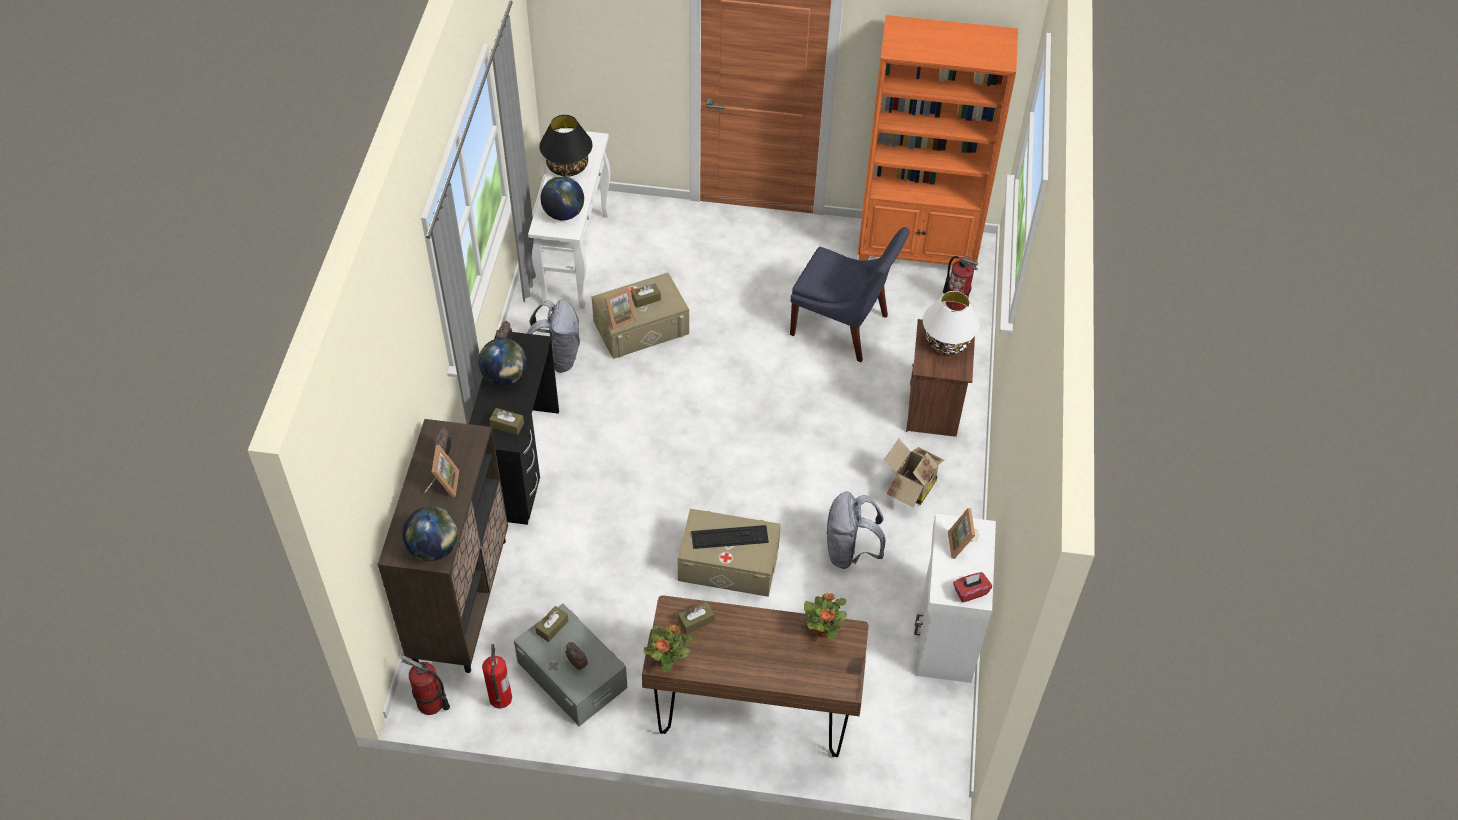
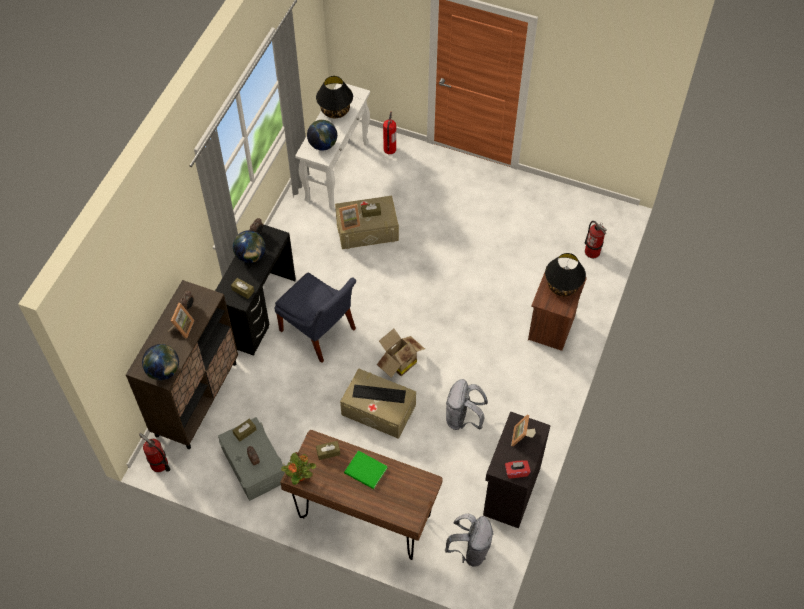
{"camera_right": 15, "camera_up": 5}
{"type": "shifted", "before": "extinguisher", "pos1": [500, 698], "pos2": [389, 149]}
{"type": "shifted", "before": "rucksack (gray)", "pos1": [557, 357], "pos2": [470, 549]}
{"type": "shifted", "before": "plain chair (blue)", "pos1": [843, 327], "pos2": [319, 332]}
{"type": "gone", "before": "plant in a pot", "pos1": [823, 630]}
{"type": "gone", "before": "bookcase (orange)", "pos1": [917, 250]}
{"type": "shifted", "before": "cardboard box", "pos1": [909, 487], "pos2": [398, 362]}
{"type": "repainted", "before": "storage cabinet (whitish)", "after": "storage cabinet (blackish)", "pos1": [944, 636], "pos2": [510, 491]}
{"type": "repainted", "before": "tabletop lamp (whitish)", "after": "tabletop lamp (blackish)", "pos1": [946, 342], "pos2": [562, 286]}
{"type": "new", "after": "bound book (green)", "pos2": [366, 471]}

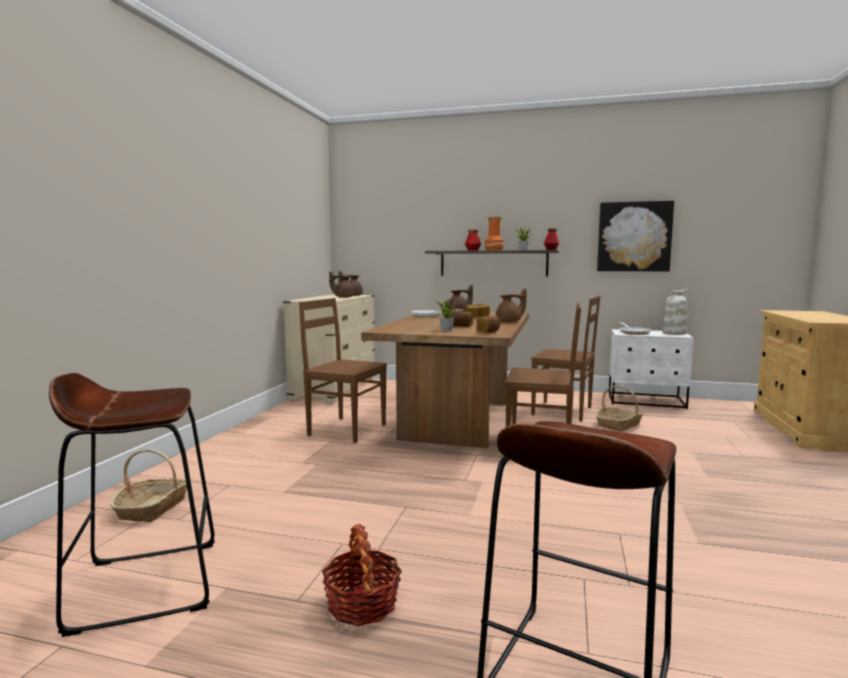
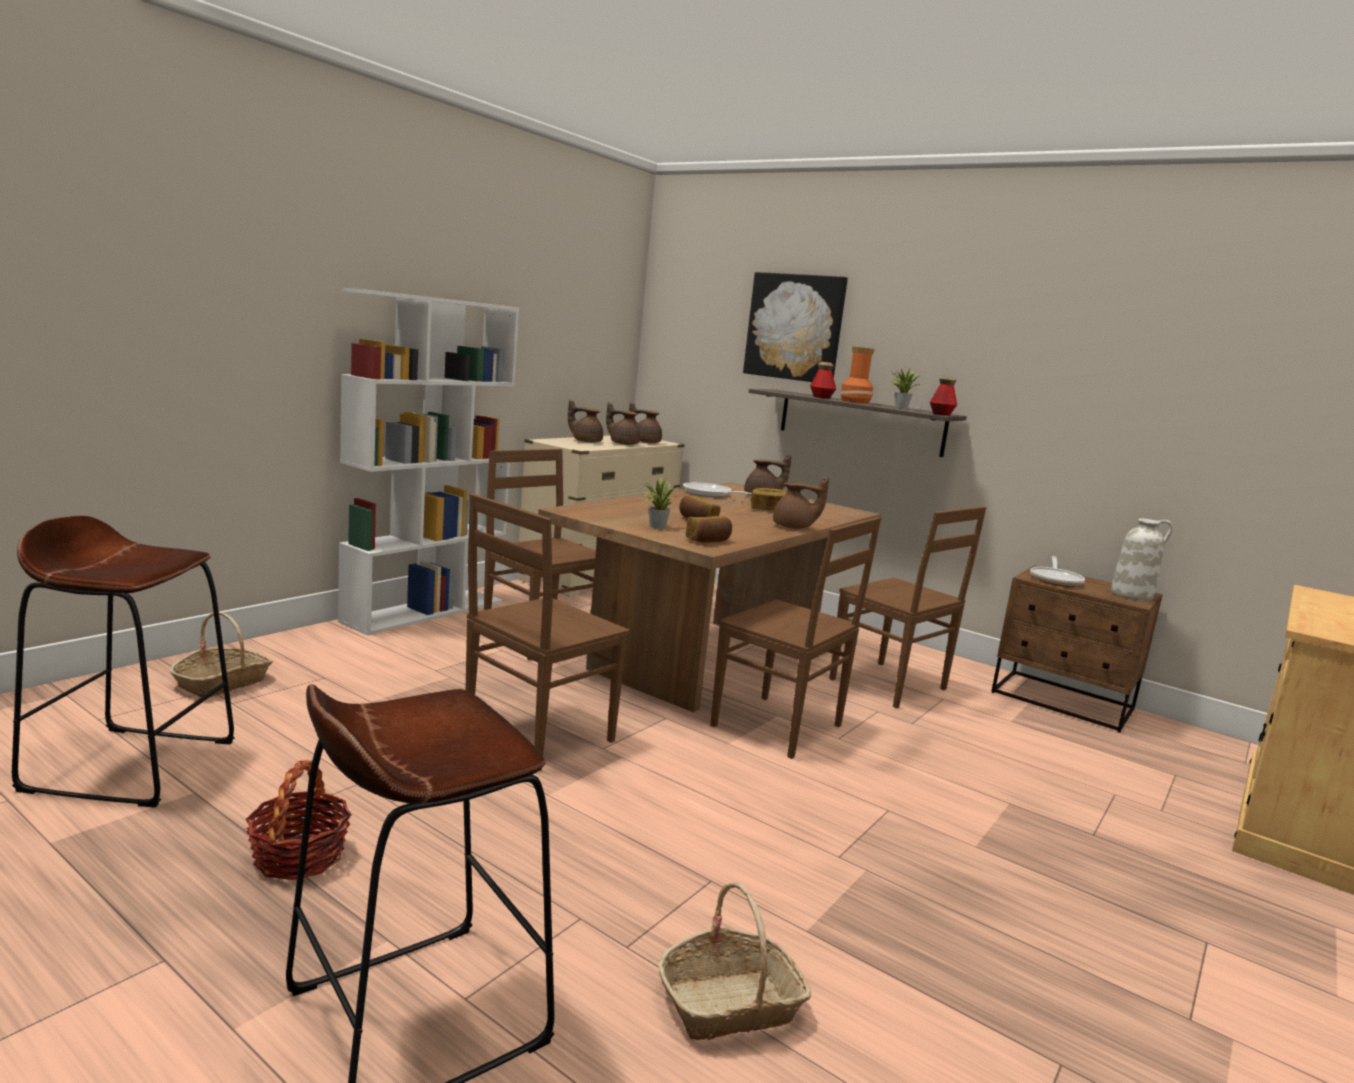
{"camera_right": 20, "camera_up": 5}
{"type": "shifted", "before": "storage basket", "pos1": [619, 425], "pos2": [730, 1004]}
{"type": "shifted", "before": "picture", "pos1": [634, 236], "pos2": [794, 327]}
{"type": "repainted", "before": "bedside table (whitish)", "after": "bedside table (brown-coloured)", "pos1": [646, 401], "pos2": [1062, 702]}
{"type": "new", "after": "bookcase (whitish)", "pos2": [424, 611]}
{"type": "new", "after": "plain chair (brown-coloured)", "pos2": [535, 735]}
{"type": "new", "after": "teapot (brown-coloured)", "pos2": [586, 441]}

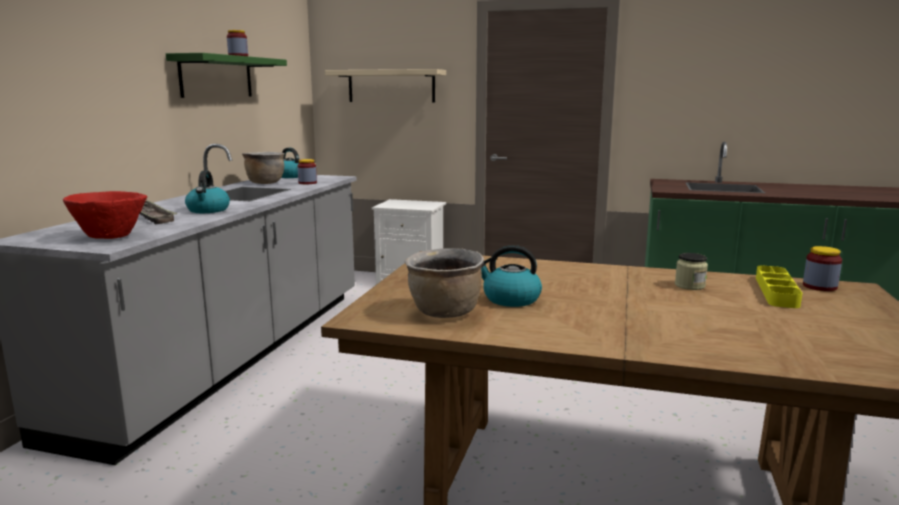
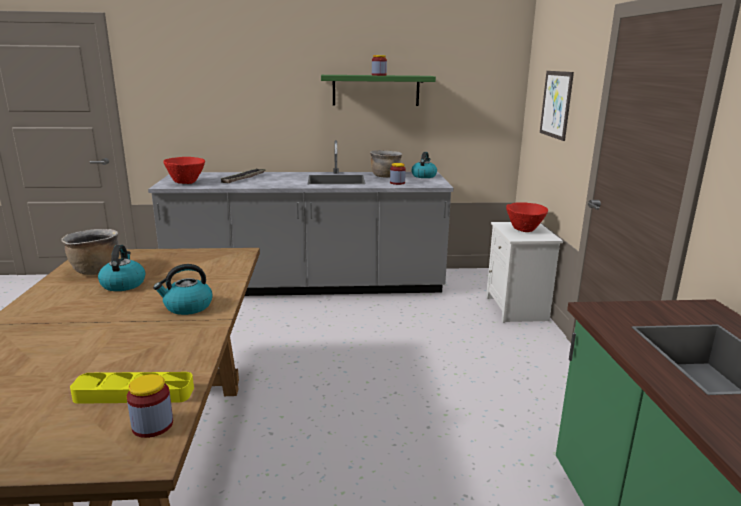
{"camera_right": 70, "camera_up": 5}
{"type": "shifted", "before": "tea kettle", "pos1": [208, 210], "pos2": [187, 307]}
{"type": "swapped", "before": "shelf (beige)", "after": "picture", "pos1": [391, 86], "pos2": [556, 104]}
{"type": "gone", "before": "jar", "pos1": [689, 285]}
{"type": "new", "after": "bowl (red)", "pos2": [524, 230]}

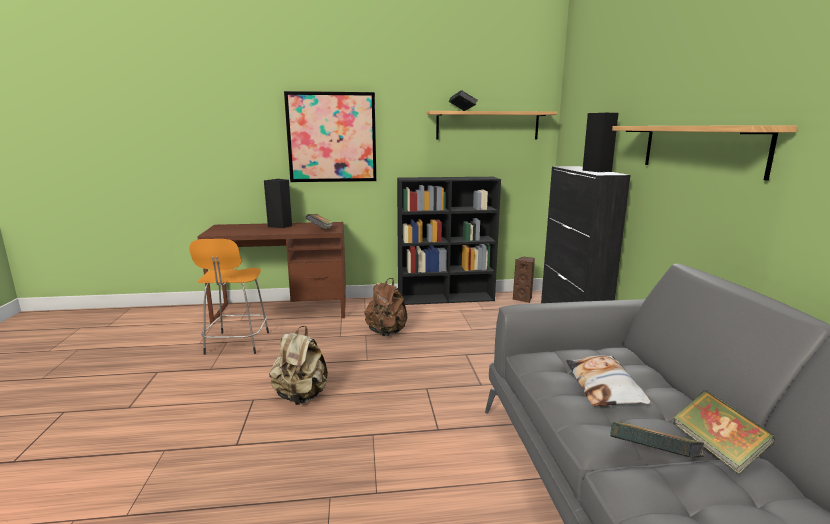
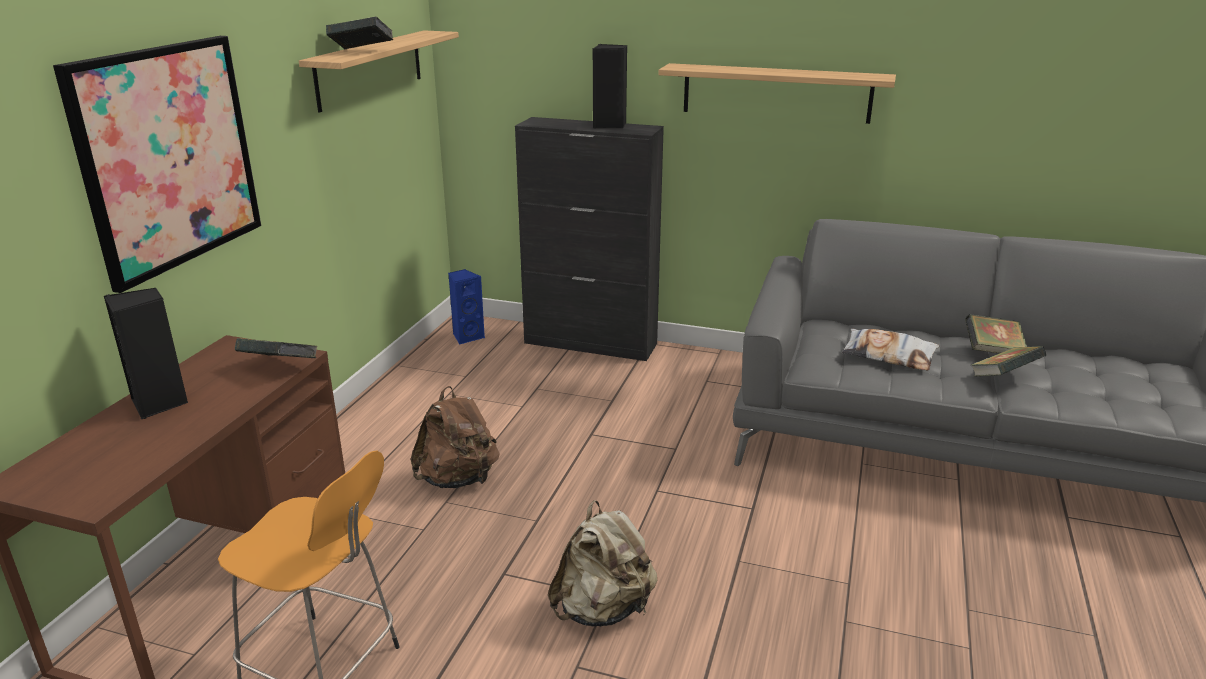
{"camera_right": -65, "camera_up": 10}
{"type": "gone", "before": "bookcase (blackish)", "pos1": [446, 298]}
{"type": "repainted", "before": "audio speaker (brown-coloured)", "after": "audio speaker (blue)", "pos1": [523, 299], "pos2": [467, 336]}

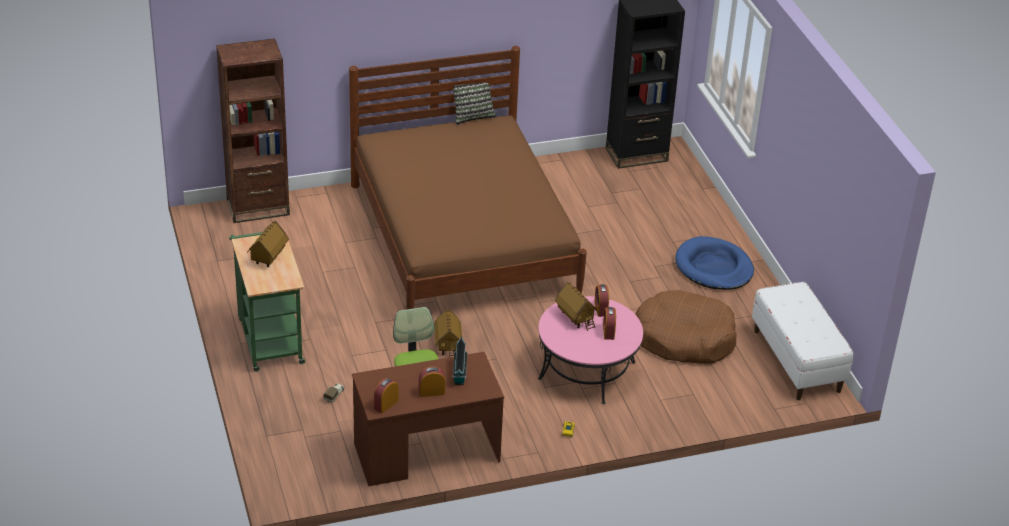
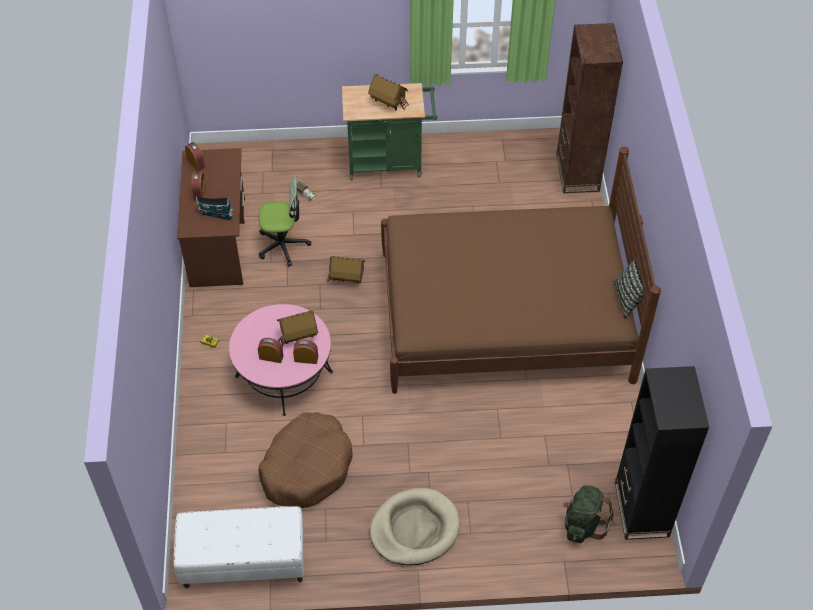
{"camera_right": 105, "camera_up": 15}
{"type": "repainted", "before": "dog bed (blue)", "after": "dog bed (beige)", "pos1": [713, 267], "pos2": [414, 529]}
{"type": "new", "after": "rucksack (green)", "pos2": [583, 524]}

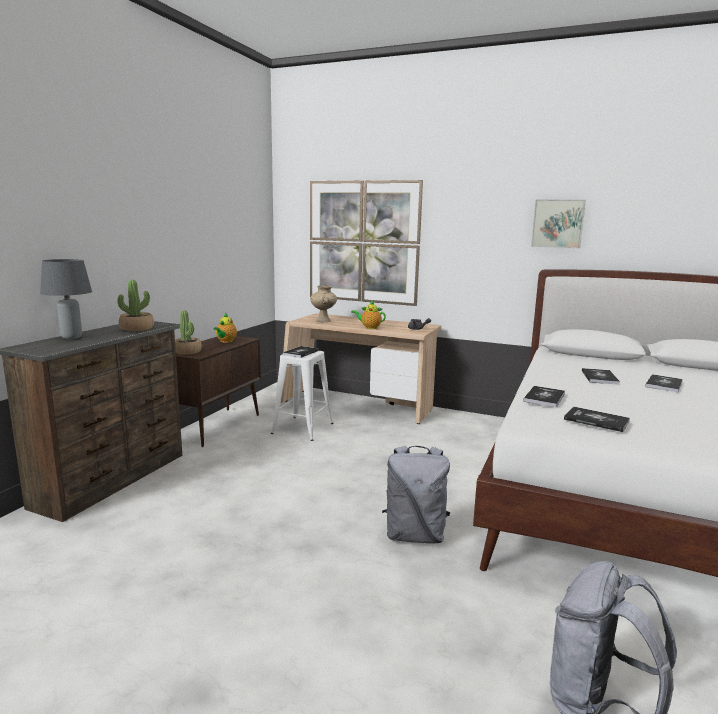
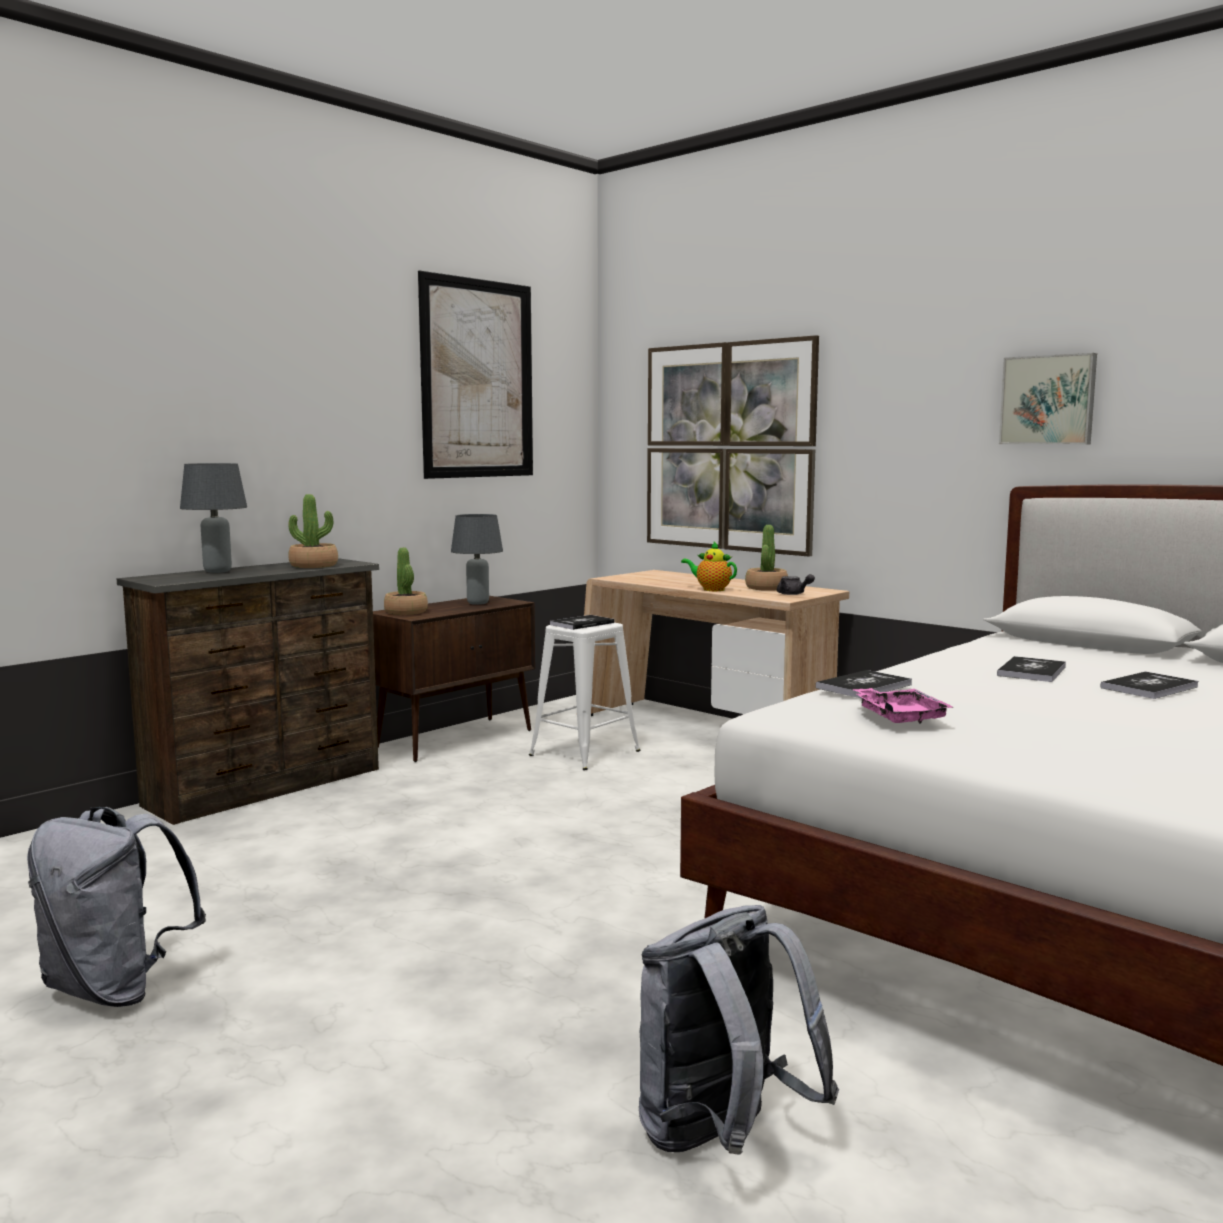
{"camera_right": 20, "camera_up": -5}
{"type": "swapped", "before": "teapot", "after": "tabletop lamp (gray)", "pos1": [225, 341], "pos2": [478, 603]}
{"type": "gone", "before": "flower vase (beige)", "pos1": [323, 321]}
{"type": "shifted", "before": "rucksack (gray)", "pos1": [415, 535], "pos2": [116, 988]}
{"type": "swapped", "before": "bound book", "after": "tray (pink-coloured)", "pos1": [596, 420], "pos2": [899, 716]}
{"type": "new", "after": "picture", "pos2": [478, 379]}
{"type": "new", "after": "plant in a pot", "pos2": [766, 588]}

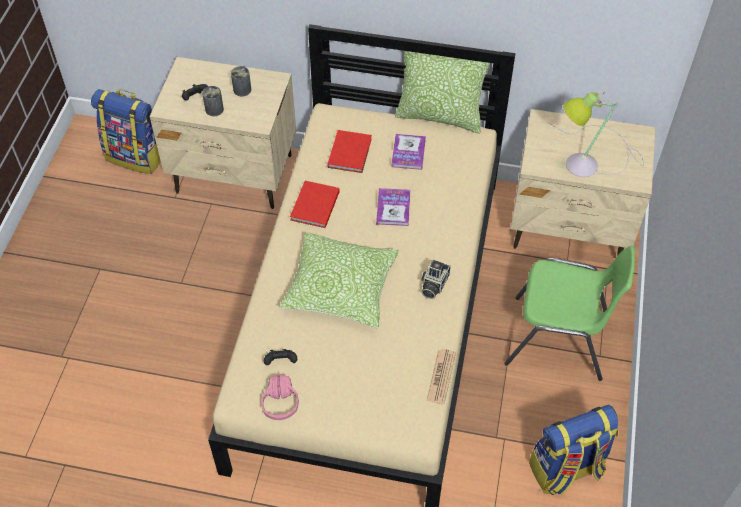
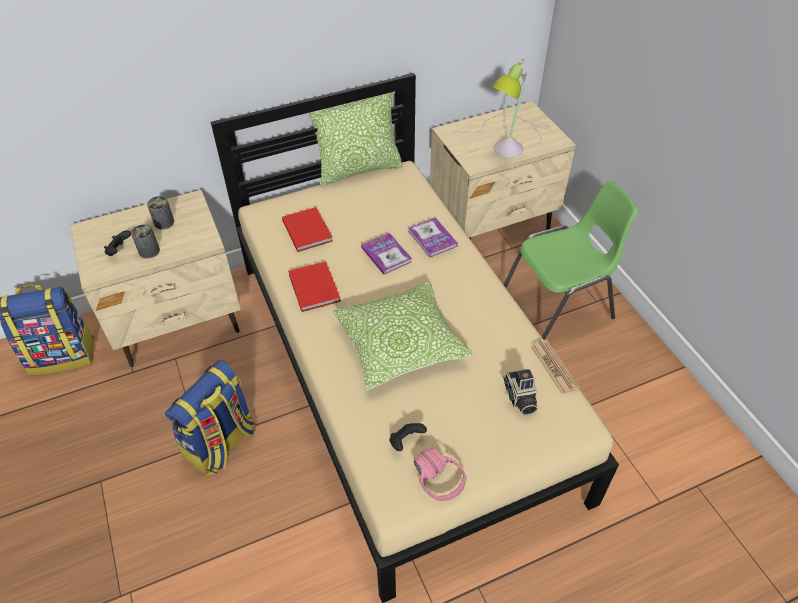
{"camera_right": -35, "camera_up": -5}
{"type": "shifted", "before": "bound book", "pos1": [408, 153], "pos2": [432, 238]}
{"type": "shifted", "before": "still camera", "pos1": [433, 285], "pos2": [519, 398]}
{"type": "shifted", "before": "rucksack", "pos1": [566, 469], "pos2": [221, 444]}

